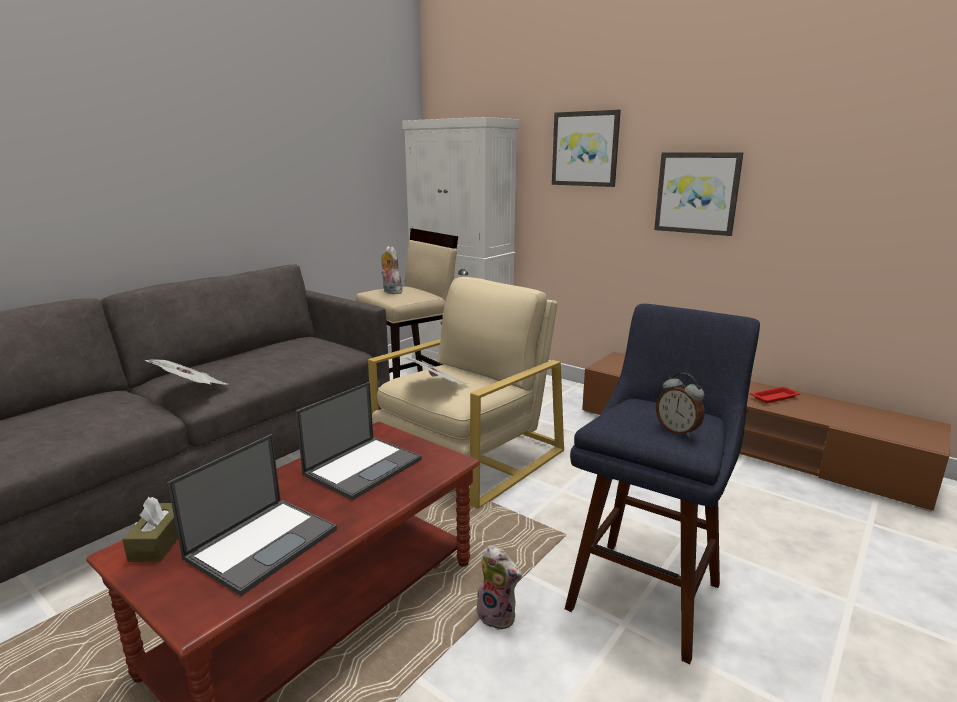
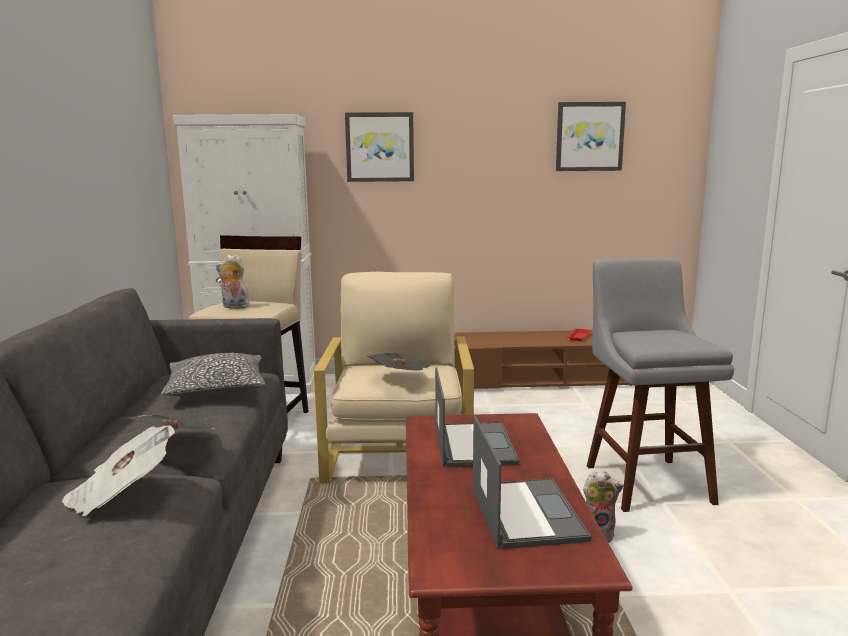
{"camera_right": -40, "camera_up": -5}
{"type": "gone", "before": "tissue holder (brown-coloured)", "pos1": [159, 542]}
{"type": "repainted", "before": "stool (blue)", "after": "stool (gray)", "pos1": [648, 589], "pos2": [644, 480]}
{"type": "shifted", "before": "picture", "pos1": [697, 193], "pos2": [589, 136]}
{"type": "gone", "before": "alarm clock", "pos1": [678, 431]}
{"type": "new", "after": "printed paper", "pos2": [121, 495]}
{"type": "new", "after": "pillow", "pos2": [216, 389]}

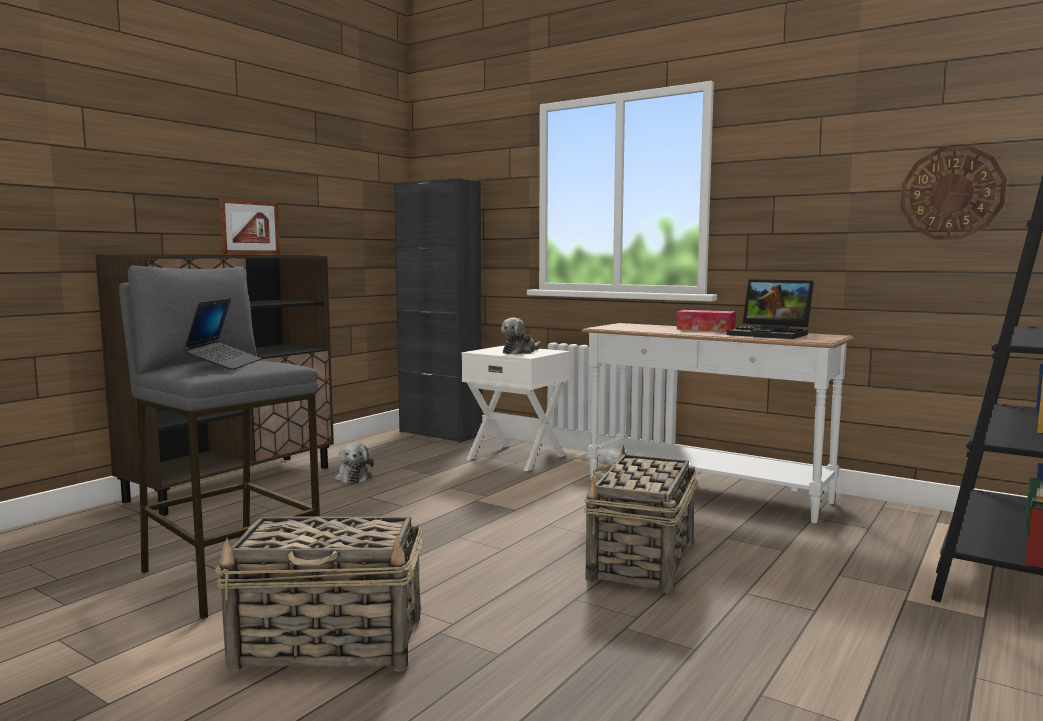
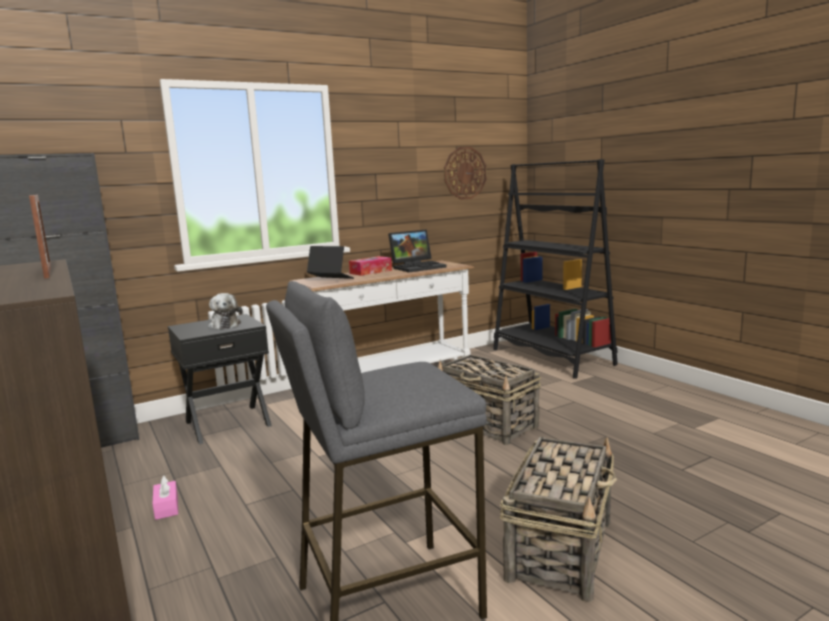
{"camera_right": -65, "camera_up": 5}
{"type": "shifted", "before": "portable computer", "pos1": [224, 364], "pos2": [330, 280]}
{"type": "swapped", "before": "plush toy", "after": "tissue holder (pink-coloured)", "pos1": [353, 477], "pos2": [166, 507]}
{"type": "repainted", "before": "bedside table (whitish)", "after": "bedside table (blackish)", "pos1": [517, 457], "pos2": [227, 423]}

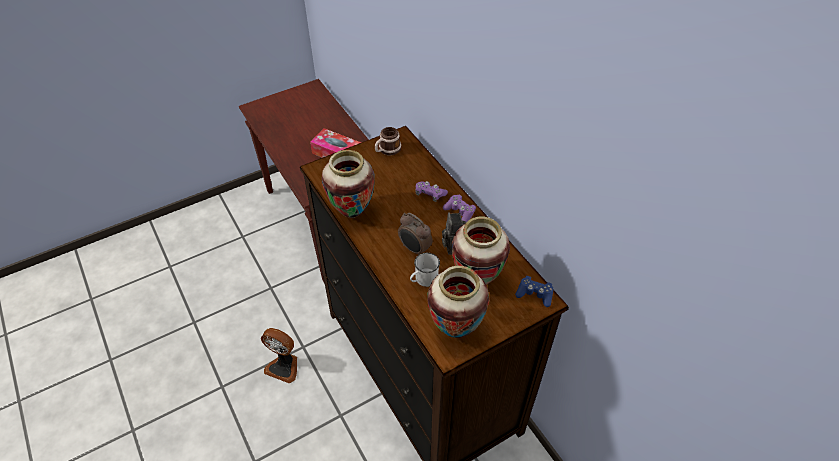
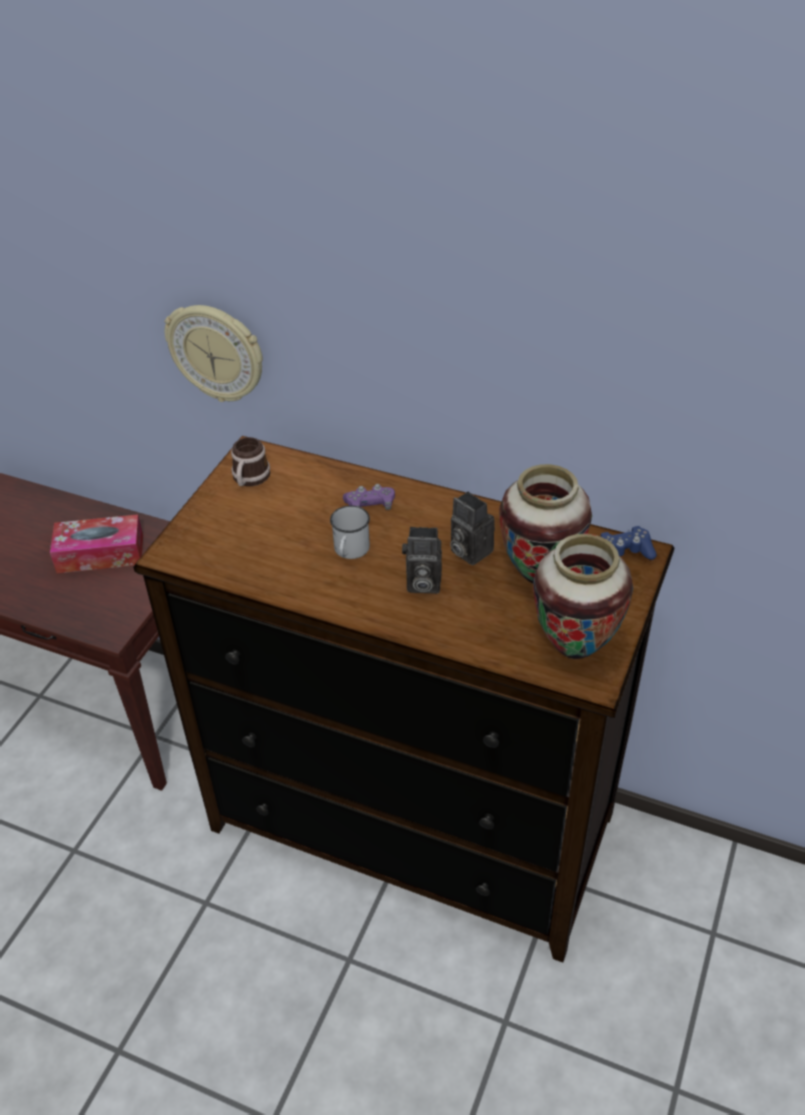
{"camera_right": -35, "camera_up": -5}
{"type": "gone", "before": "cooling fan", "pos1": [284, 366]}
{"type": "gone", "before": "flower vase", "pos1": [352, 212]}
{"type": "swapped", "before": "alarm clock", "after": "still camera", "pos1": [414, 249], "pos2": [421, 583]}
{"type": "shifted", "before": "mug (whitish)", "pos1": [423, 279], "pos2": [350, 551]}
{"type": "gone", "before": "gamepad (purple)", "pos1": [460, 212]}
{"type": "new", "after": "clock on the wall", "pos2": [217, 353]}

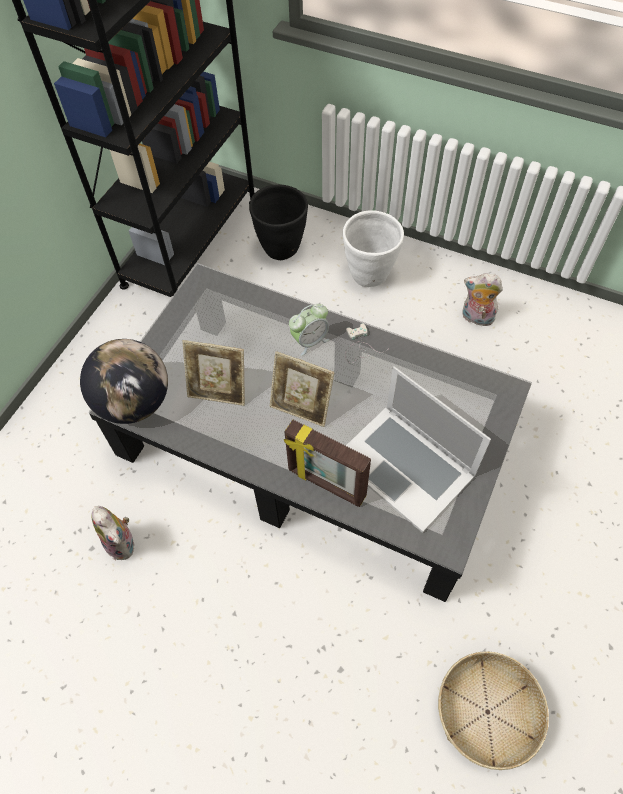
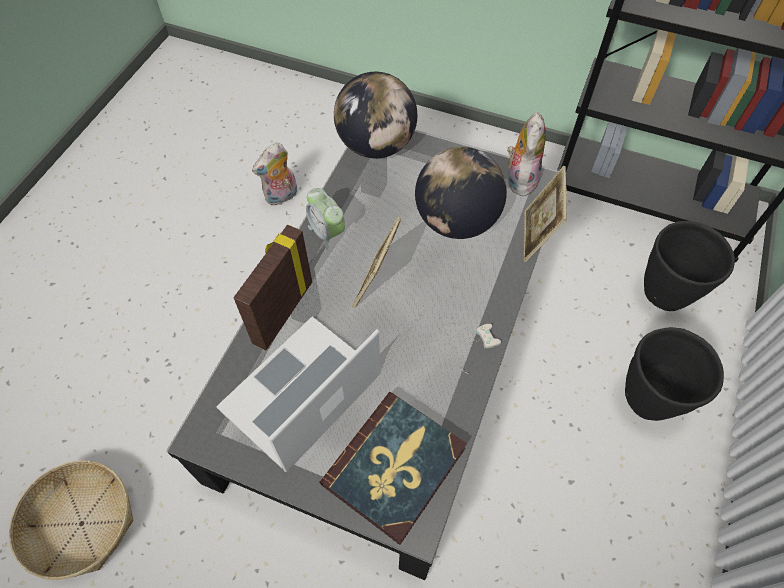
{"camera_right": 85, "camera_up": 0}
{"type": "shifted", "before": "photo frame", "pos1": [219, 392], "pos2": [536, 237]}
{"type": "shifted", "before": "alarm clock", "pos1": [310, 341], "pos2": [327, 233]}
{"type": "repainted", "before": "planter (whitish)", "after": "planter (blackish)", "pos1": [370, 275], "pos2": [648, 400]}
{"type": "shifted", "before": "plush toy", "pos1": [476, 318], "pos2": [520, 178]}
{"type": "new", "after": "bound book", "pos2": [395, 467]}
{"type": "new", "after": "desk globe", "pos2": [456, 221]}

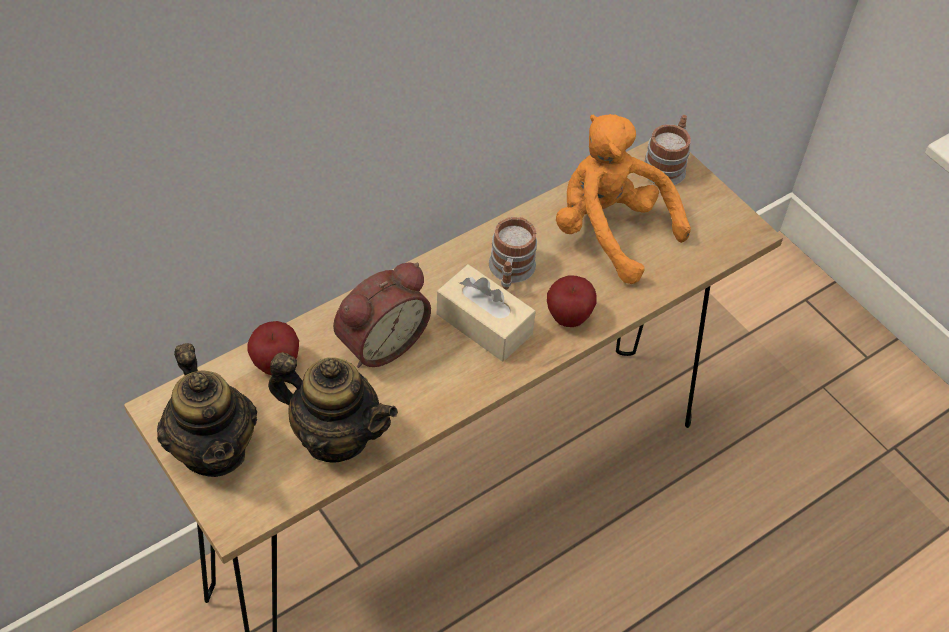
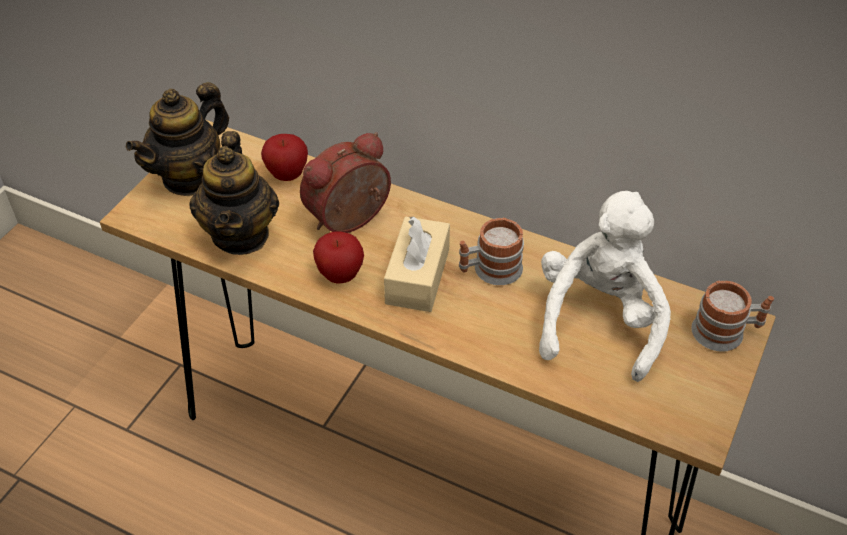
{"camera_right": 65, "camera_up": -5}
{"type": "rotated", "before": "alarm clock", "pos1": [379, 342], "pos2": [351, 221], "turn": 120}
{"type": "shifted", "before": "apple", "pos1": [568, 318], "pos2": [340, 275]}
{"type": "repainted", "before": "plush toy (orange)", "after": "plush toy (whitish)", "pos1": [609, 231], "pos2": [599, 320]}

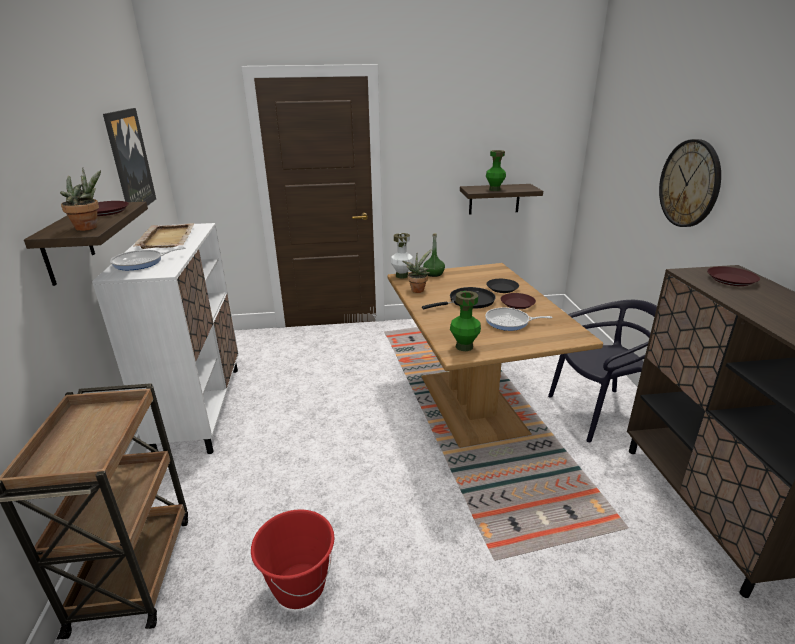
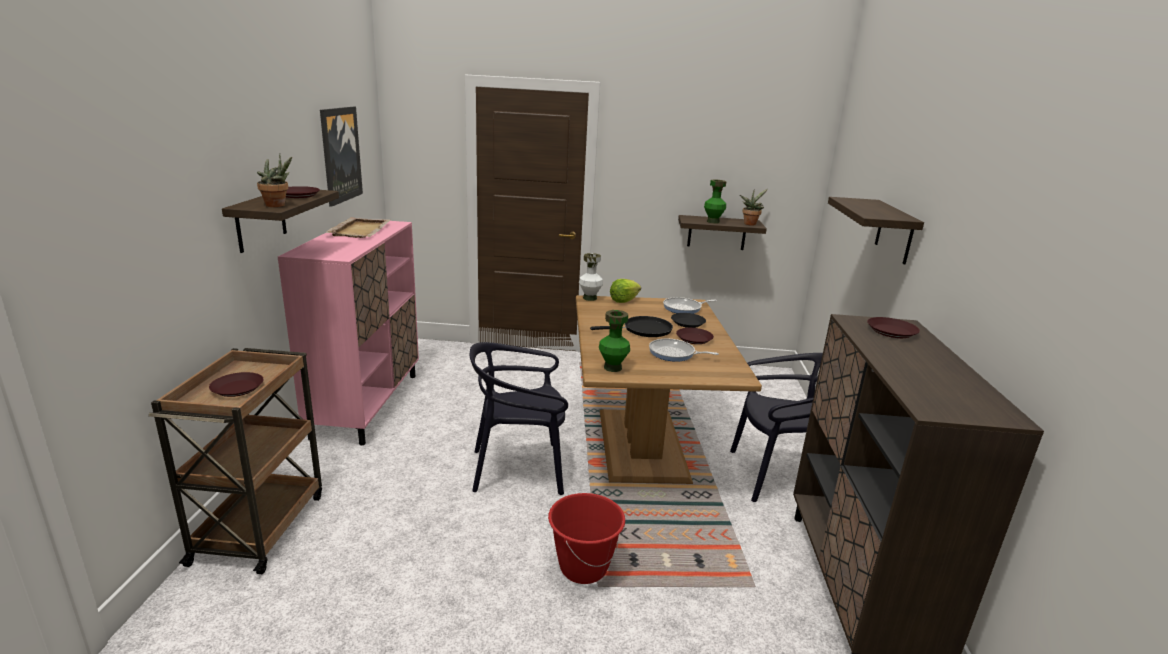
{"camera_right": 10, "camera_up": -5}
{"type": "repainted", "before": "storage cabinet (whitish)", "after": "storage cabinet (pink-coloured)", "pos1": [200, 408], "pos2": [367, 404]}
{"type": "shifted", "before": "pan", "pos1": [141, 263], "pos2": [684, 308]}
{"type": "shifted", "before": "bucket (red)", "pos1": [299, 586], "pos2": [583, 567]}
{"type": "shifted", "before": "plant in a pot", "pos1": [418, 289], "pos2": [750, 224]}
{"type": "swapped", "before": "bottle (green)", "after": "lettuce", "pos1": [433, 274], "pos2": [624, 300]}
{"type": "swapped", "before": "clock on the wall", "after": "shelf", "pos1": [689, 184], "pos2": [895, 232]}
{"type": "new", "after": "flat dish (brown-coloured)", "pos2": [238, 388]}
{"type": "new", "after": "plain chair (blackish)", "pos2": [519, 469]}

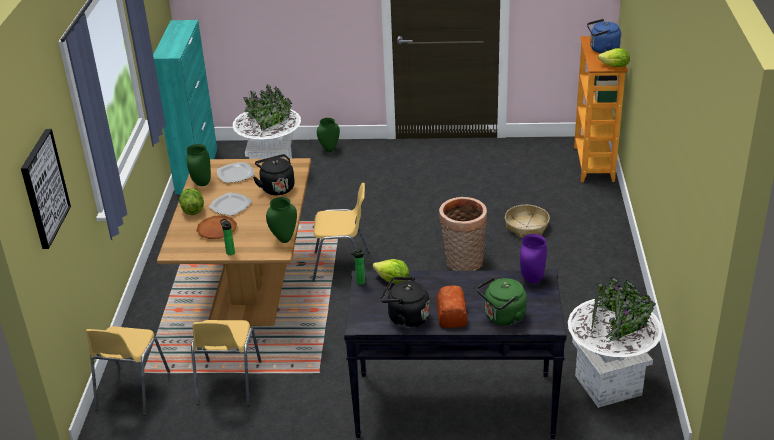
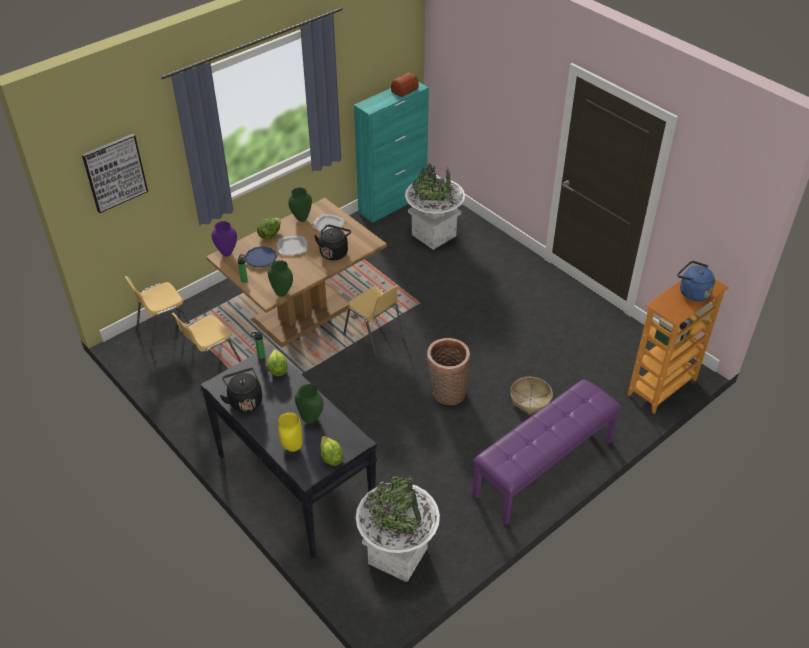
{"camera_right": 45, "camera_up": 10}
{"type": "repainted", "before": "flat dish (brown-coloured)", "after": "flat dish (blue)", "pos1": [217, 230], "pos2": [261, 259]}
{"type": "shifted", "before": "flower vase (green)", "pos1": [329, 150], "pos2": [310, 419]}
{"type": "shifted", "before": "bakery bread", "pos1": [452, 314], "pos2": [405, 90]}
{"type": "swapped", "before": "tea kettle (green)", "after": "flower vase (yellow-coloured)", "pos1": [502, 317], "pos2": [291, 447]}
{"type": "shifted", "before": "flower vase (purple)", "pos1": [531, 279], "pos2": [227, 253]}
{"type": "shifted", "before": "lettuce", "pos1": [615, 66], "pos2": [331, 458]}
{"type": "new", "after": "bench (purple)", "pos2": [544, 468]}

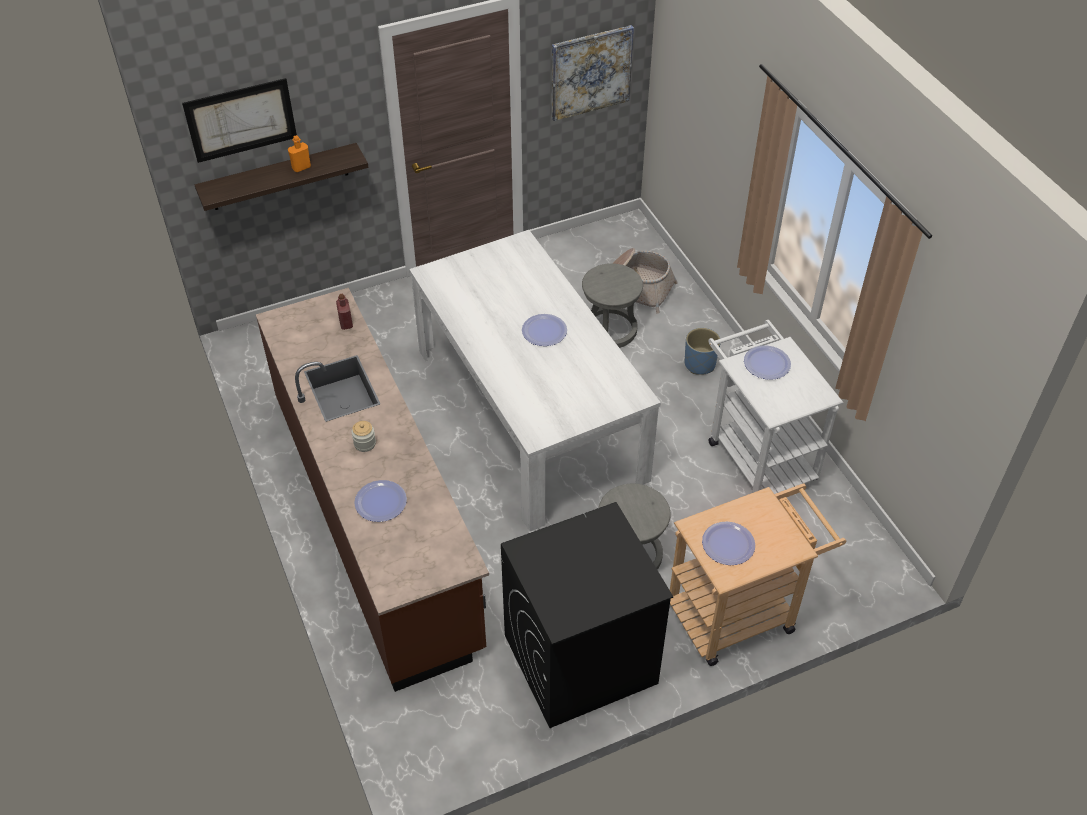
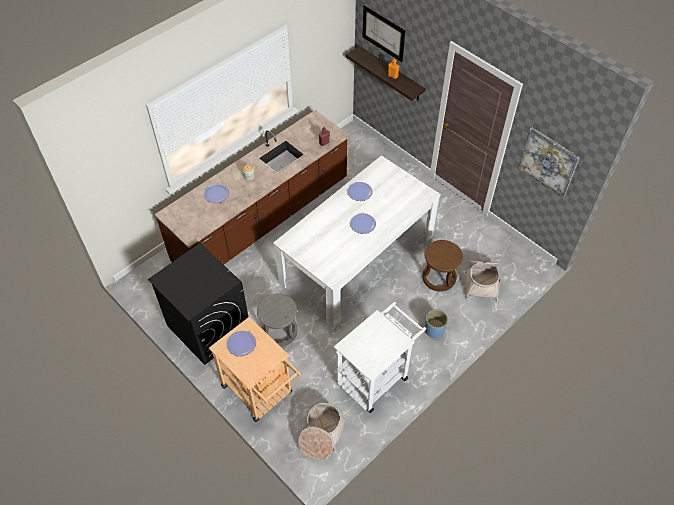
{"camera_right": 70, "camera_up": 5}
{"type": "repainted", "before": "stool (gray)", "after": "stool (brown-coloured)", "pos1": [610, 329], "pos2": [439, 277]}
{"type": "shifted", "before": "flat dish", "pos1": [767, 363], "pos2": [359, 192]}
{"type": "new", "after": "storage basket", "pos2": [321, 434]}

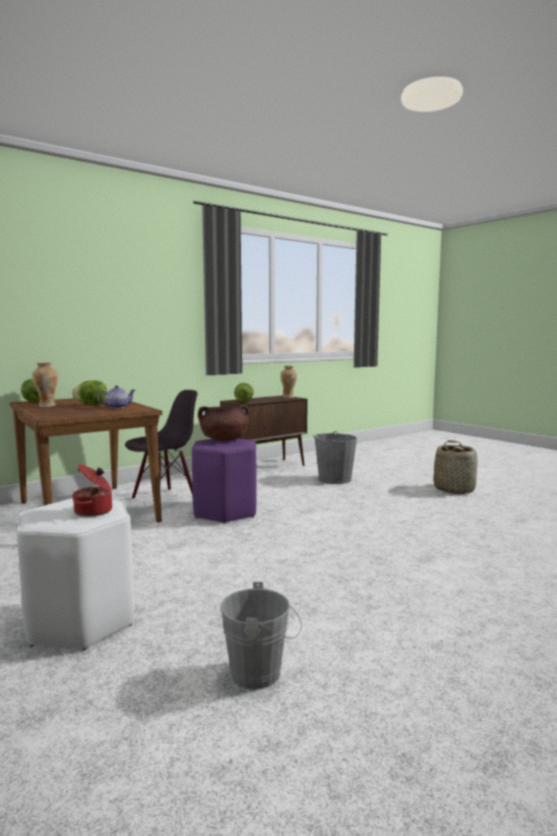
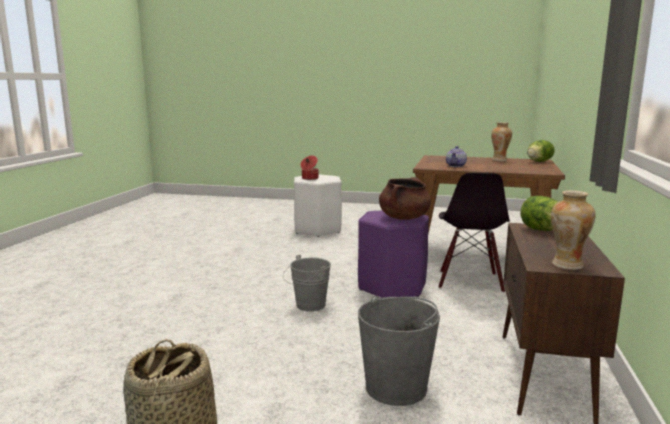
{"camera_right": 140, "camera_up": 5}
{"type": "gone", "before": "lettuce", "pos1": [91, 404]}
{"type": "shifted", "before": "bucket (gray)", "pos1": [261, 673], "pos2": [307, 306]}

